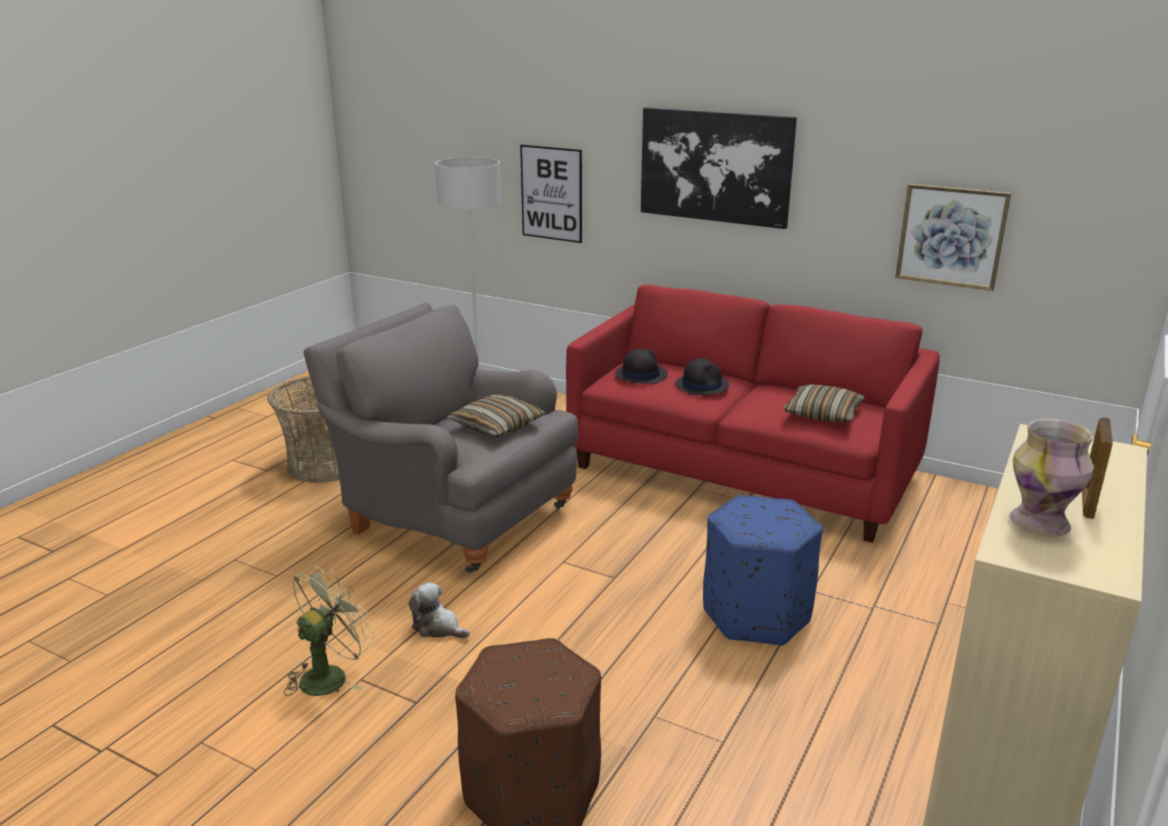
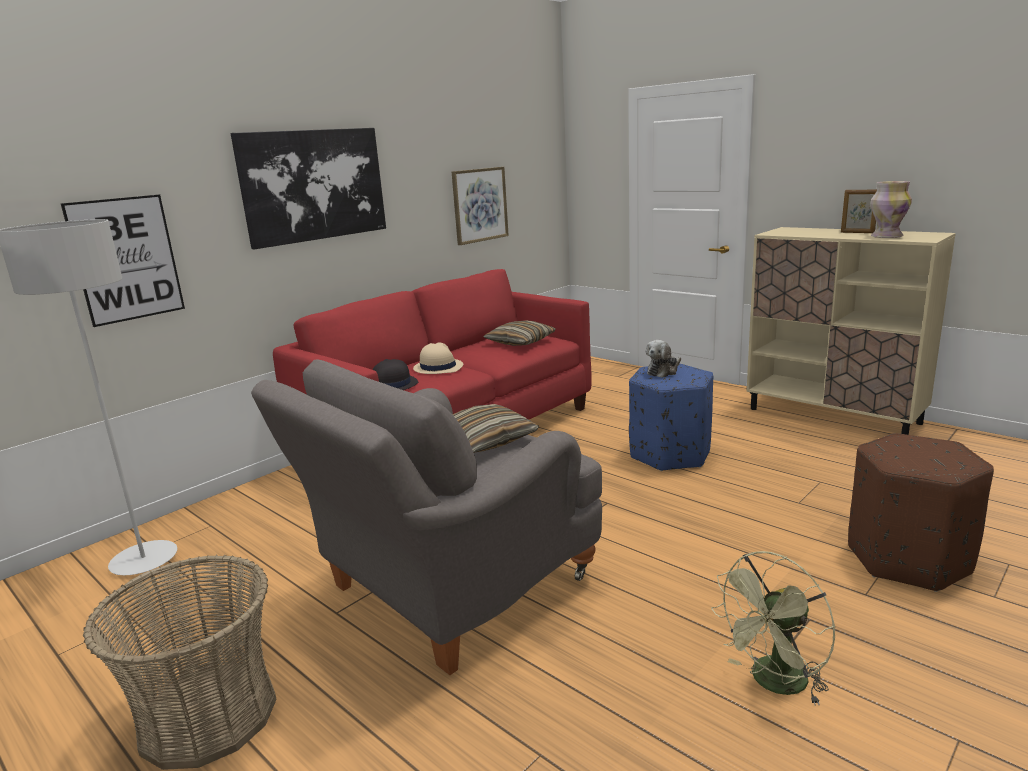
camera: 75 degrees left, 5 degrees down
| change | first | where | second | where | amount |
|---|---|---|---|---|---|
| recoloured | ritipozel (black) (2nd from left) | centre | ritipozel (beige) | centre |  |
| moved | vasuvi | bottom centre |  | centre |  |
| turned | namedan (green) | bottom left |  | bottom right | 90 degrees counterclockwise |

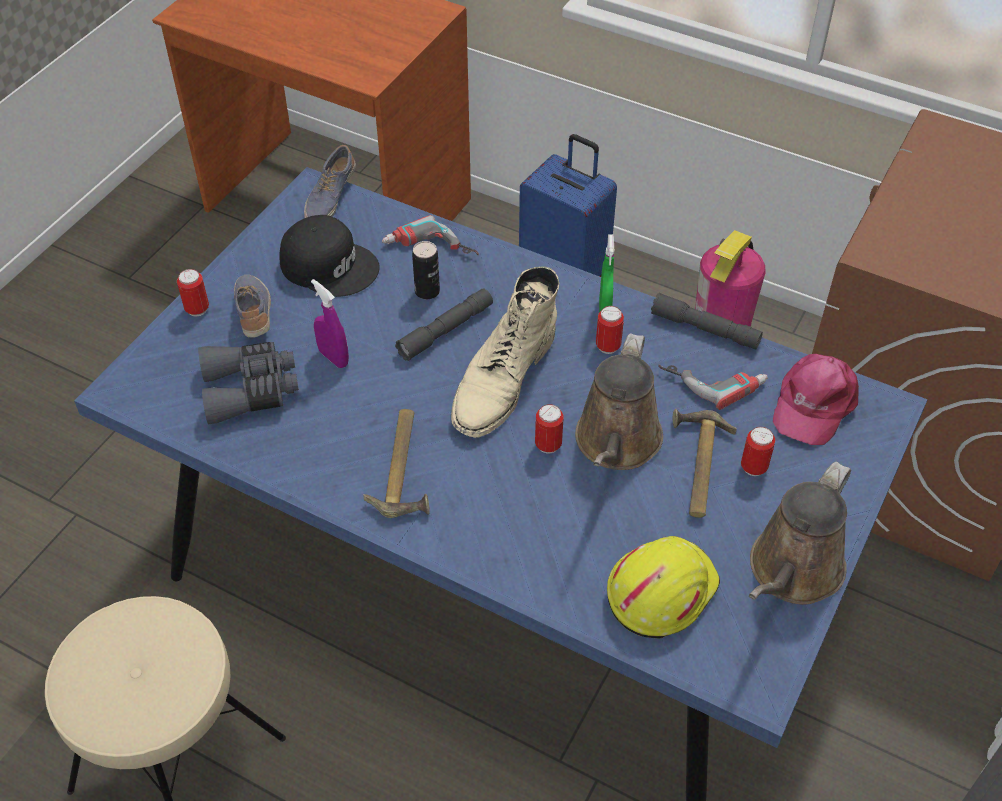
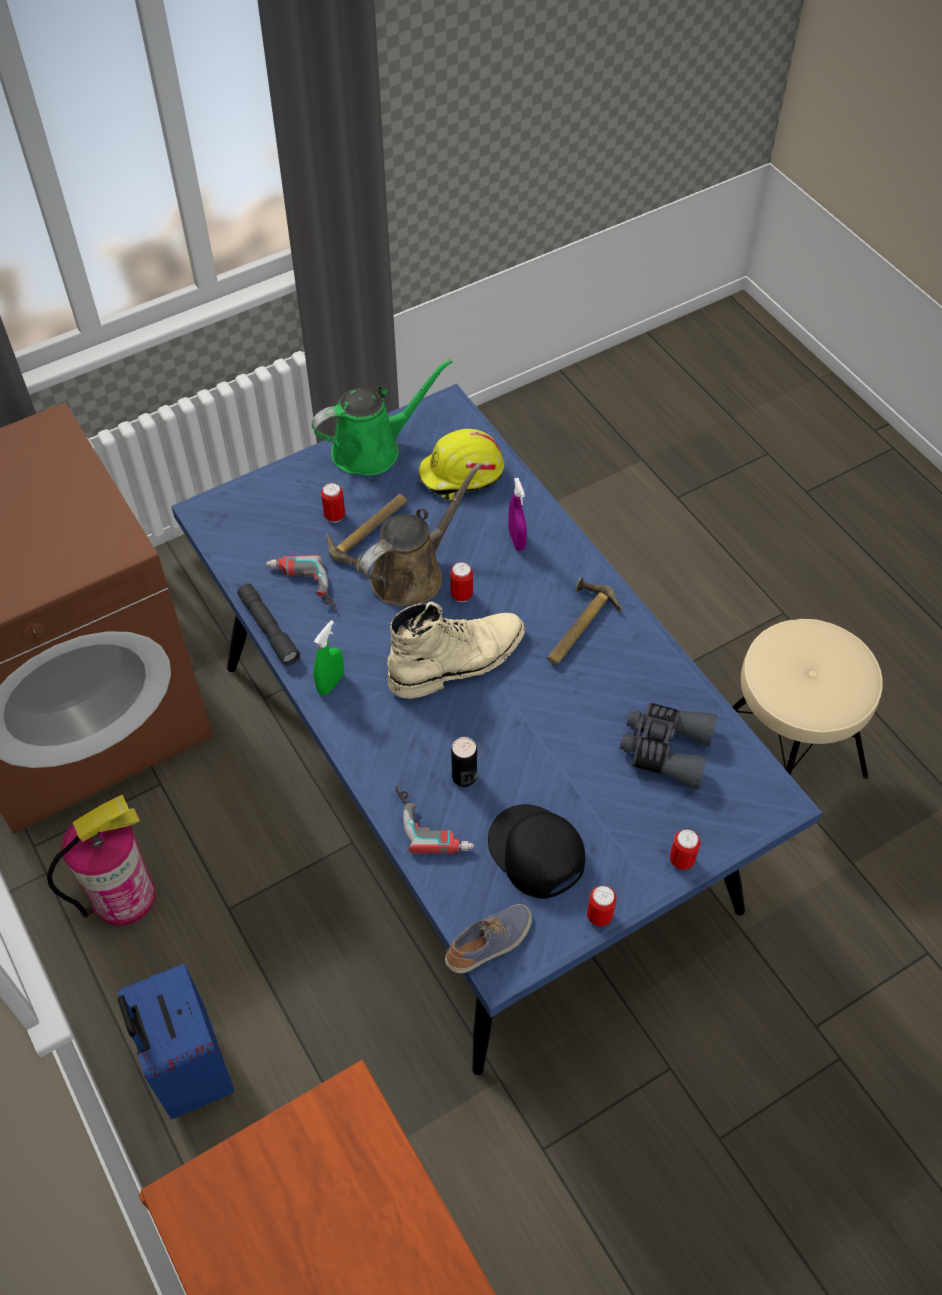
camera: 150 degrees left, 5 degrees up
| change | first | where | second | where | amount |
|---|---|---|---|---|---|
| recoloured | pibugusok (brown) (2nd from left) | middle right | pibugusok (green) | top centre |  |
| moved | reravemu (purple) | middle left |  | centre |  |
| moved | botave (4th from left) | centre |  | bottom centre |  |
| removed | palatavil (1st from left) | middle left |  |  |  |
| removed | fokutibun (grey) (1st from left) | centre |  |  |  |
| removed | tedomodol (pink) | middle right |  |  |  |

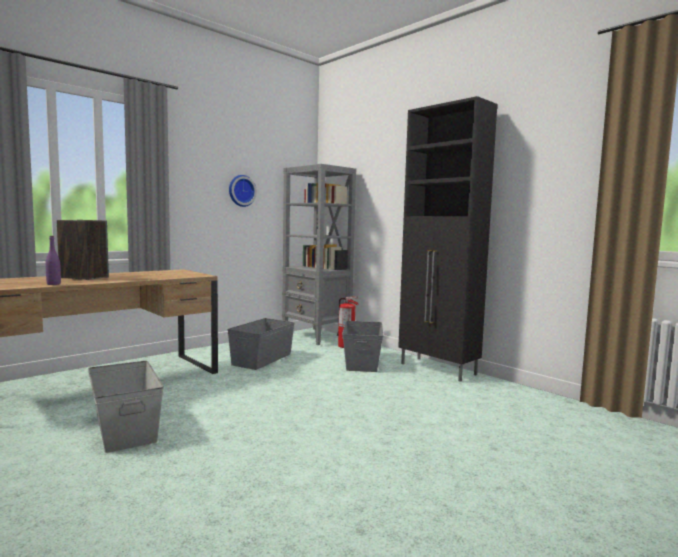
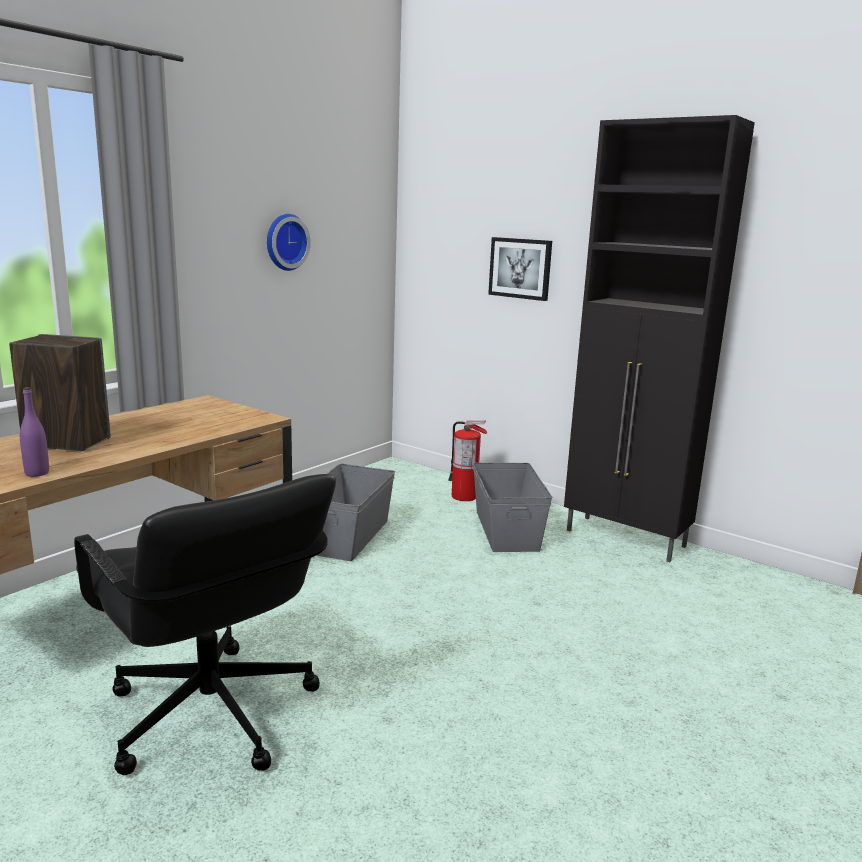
camera: 10 degrees left, 10 degrees up
| change | first | where | second | where | amount |
|---|---|---|---|---|---|
| replaced | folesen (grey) (1st from left) | bottom left | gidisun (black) | bottom left |  |
| added |  |  | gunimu | top centre |  |
| removed | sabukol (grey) | centre |  |  |  |

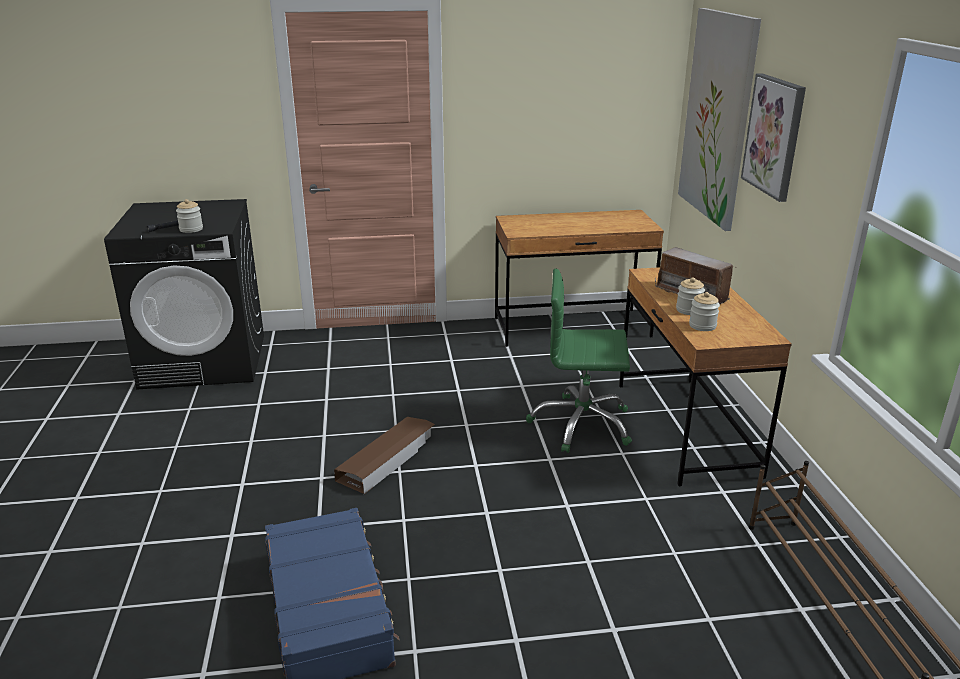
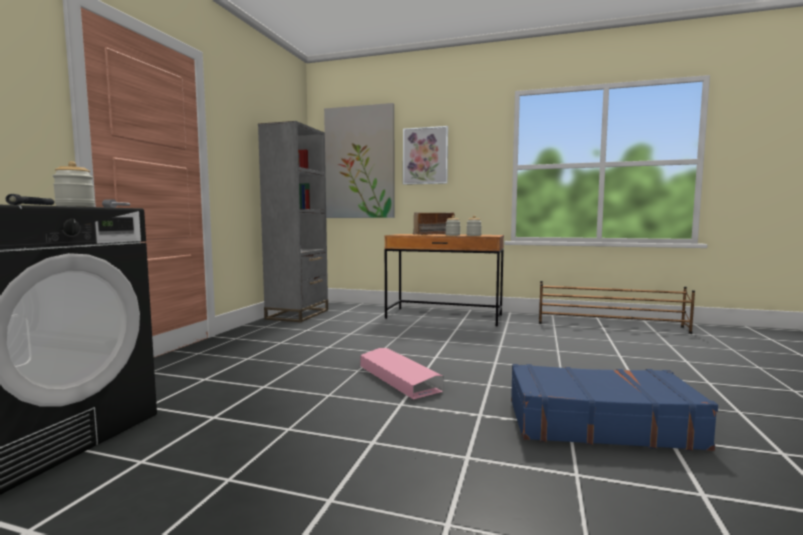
camera: 65 degrees left, 20 degrees down
| change | first | where | second | where | amount |
|---|---|---|---|---|---|
| replaced | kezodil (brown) (1st from left) | centre | sabukol (grey) | centre |  |
| recoloured | folesen (brown) | bottom centre | folesen (pink) | bottom centre |  |
| removed | gidisun (green) | centre |  |  |  |

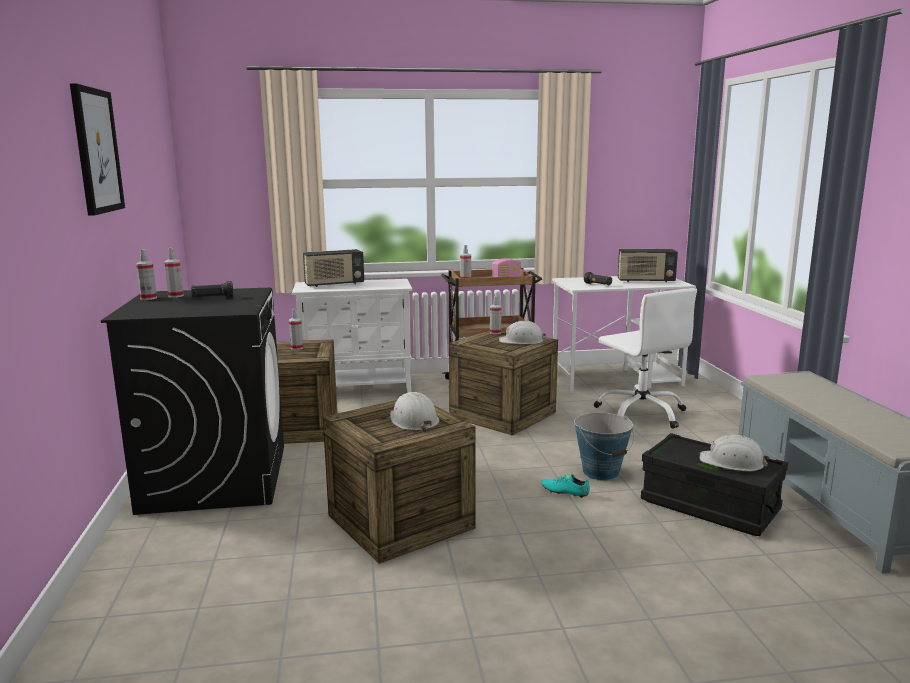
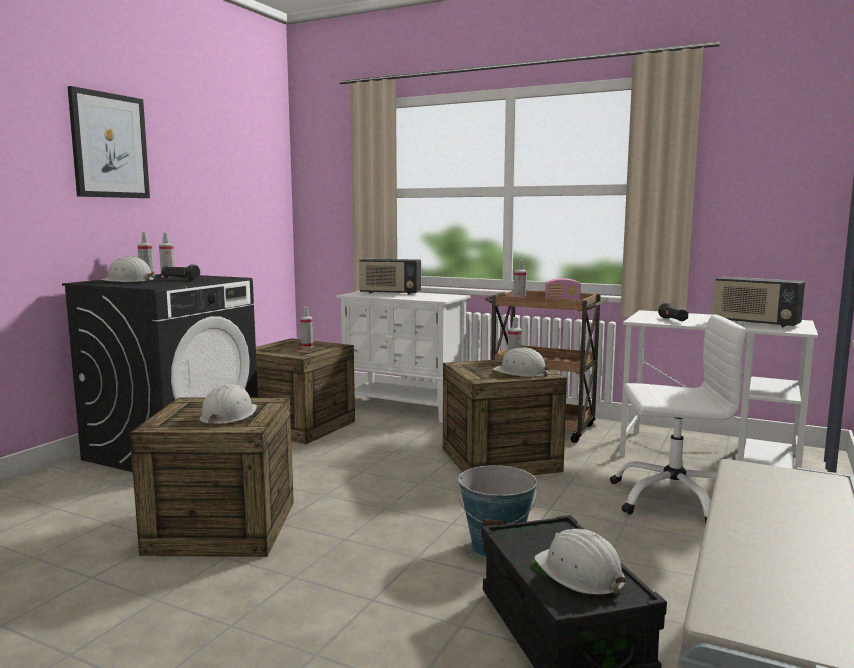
camera: 35 degrees right, 5 degrees down
| change | first | where | second | where | amount |
|---|---|---|---|---|---|
| added |  |  | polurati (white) (1st from left) | middle left |  |
| turned | gidisun (white) | middle right |  | middle right | 90 degrees counterclockwise |
| removed | palatavil (turquoise) | bottom centre |  |  |  |

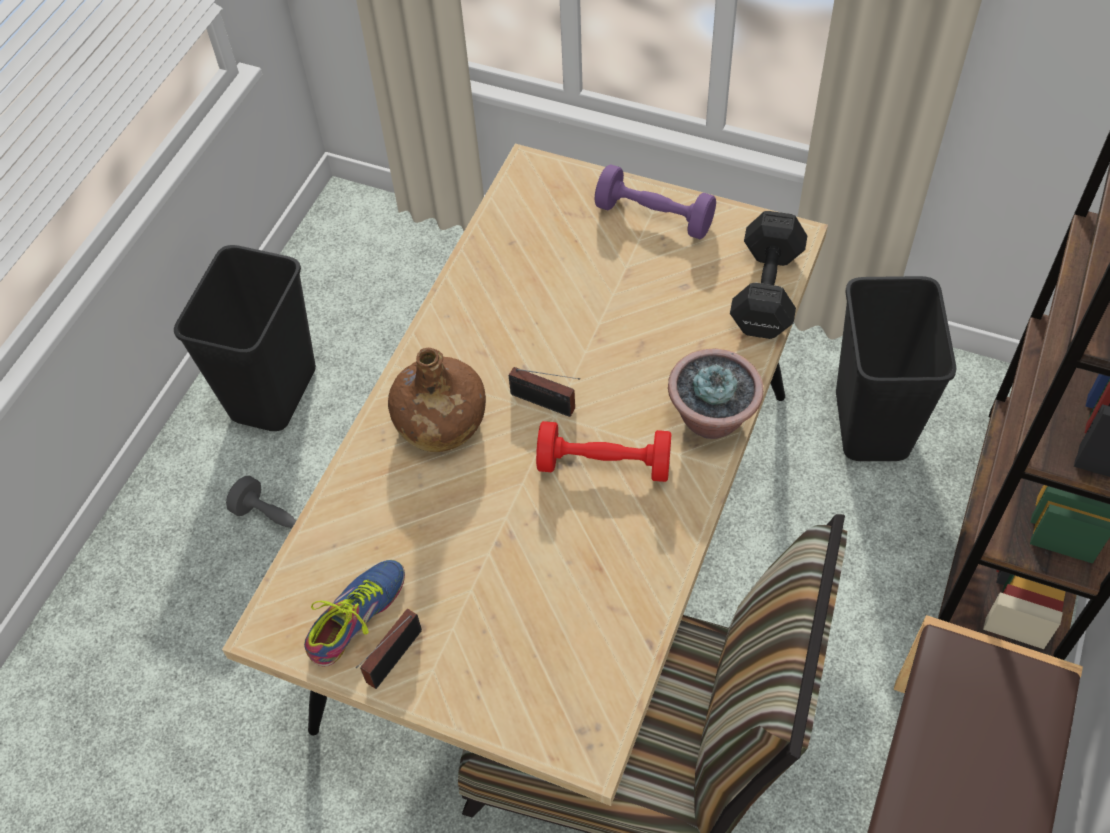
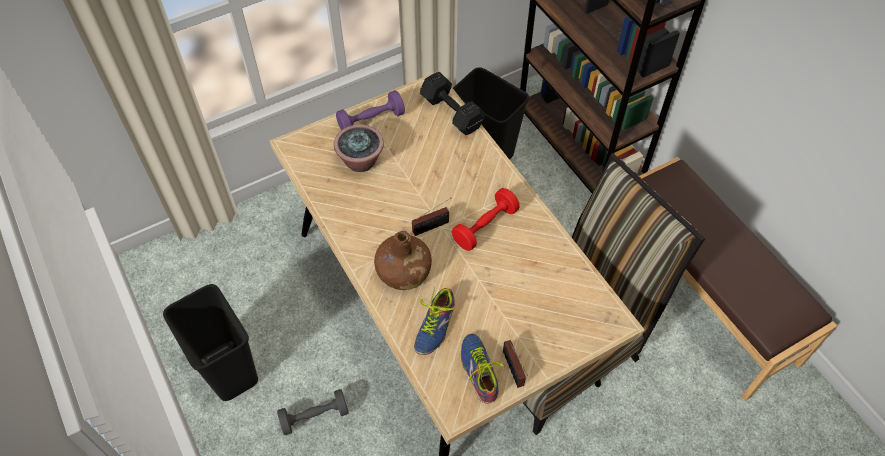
camera: 55 degrees left, 0 degrees up
| change | first | where | second | where | amount |
|---|---|---|---|---|---|
| moved | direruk | centre |  | top centre |  |
| added |  |  | palatavil (1st from left) | bottom centre |  |

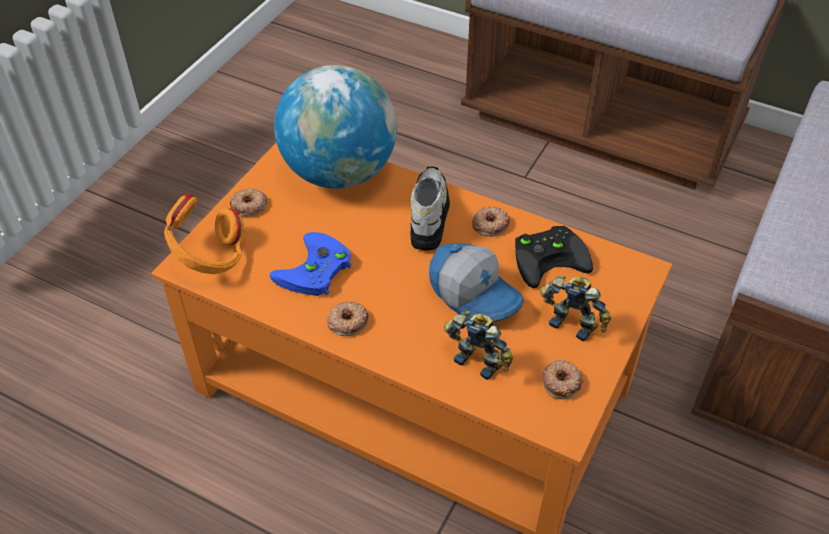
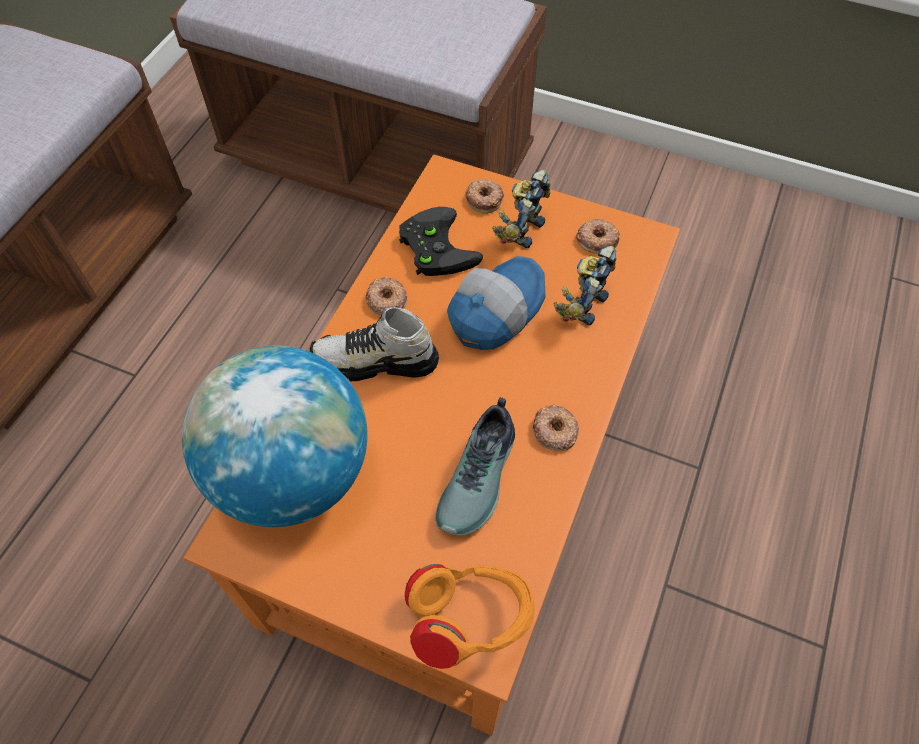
camera: 95 degrees left, 10 degrees up
| change | first | where | second | where | amount |
|---|---|---|---|---|---|
| replaced | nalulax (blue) | centre | palatavil (2nd from left) | centre |  |
| moved | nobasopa (1st from left in the first image) | middle left | nobasopa (2nd from left) | top centre |  |

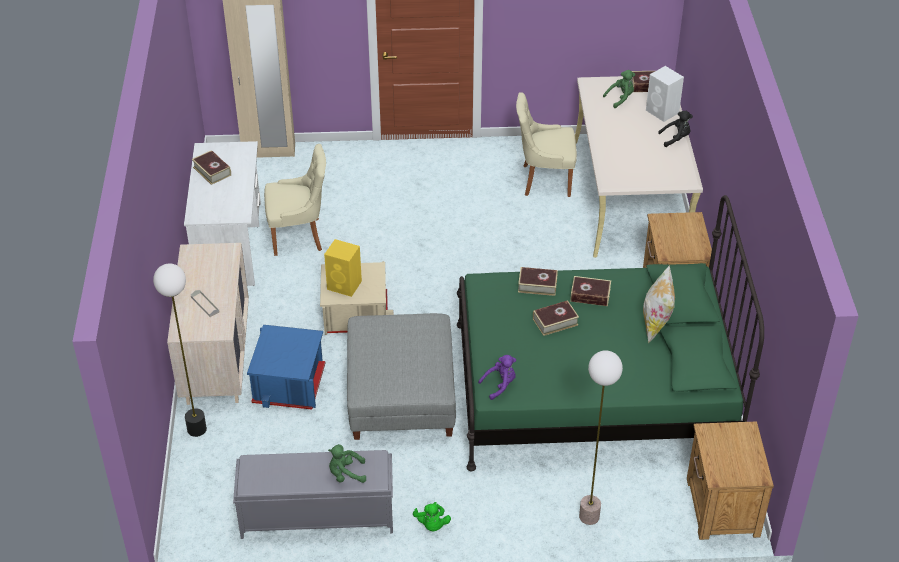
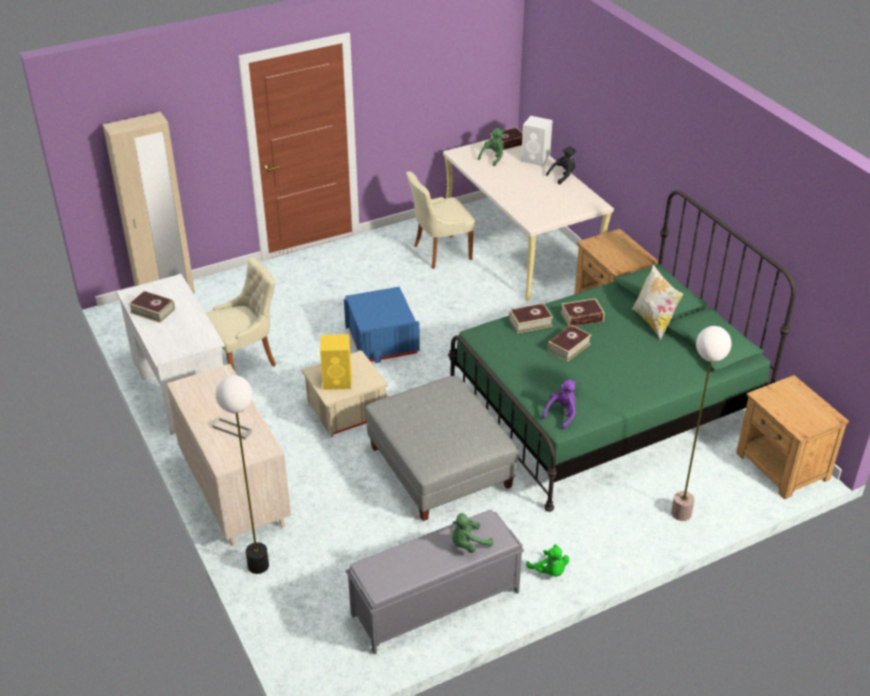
camera: 25 degrees left, 5 degrees down
| change | first | where | second | where | amount |
|---|---|---|---|---|---|
| moved | folesen (blue) | middle left |  | centre |  |

